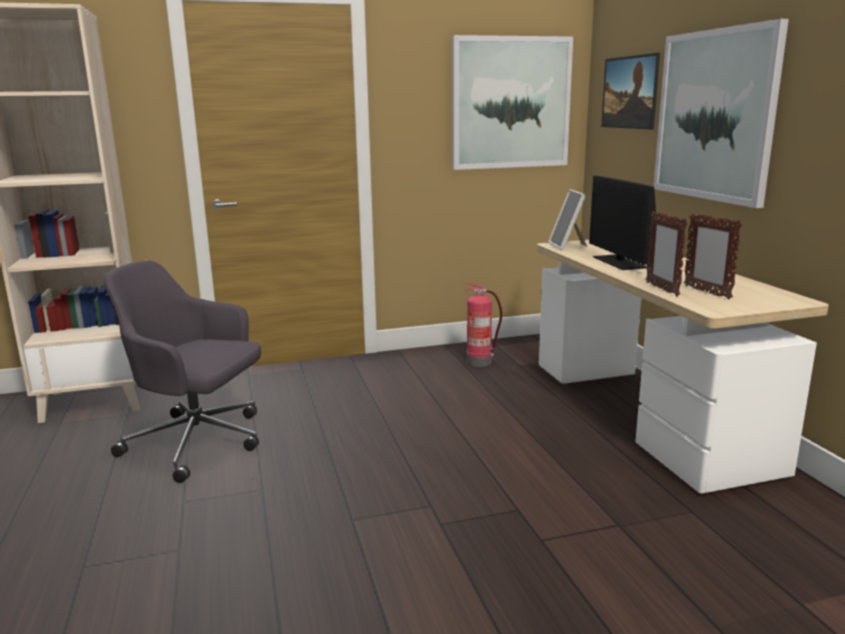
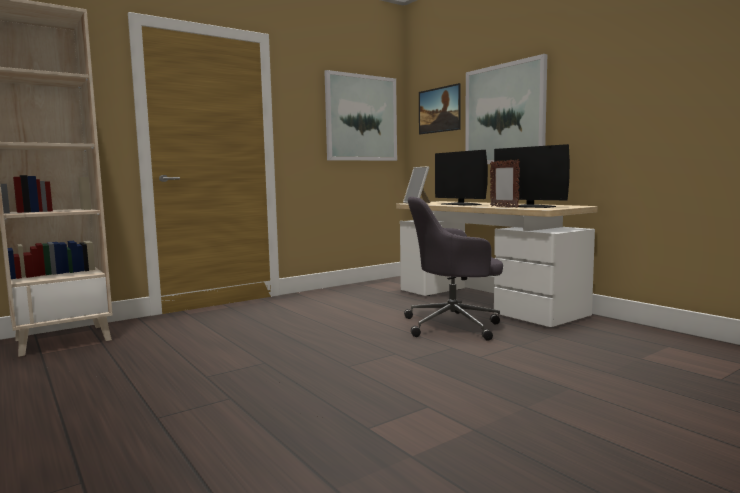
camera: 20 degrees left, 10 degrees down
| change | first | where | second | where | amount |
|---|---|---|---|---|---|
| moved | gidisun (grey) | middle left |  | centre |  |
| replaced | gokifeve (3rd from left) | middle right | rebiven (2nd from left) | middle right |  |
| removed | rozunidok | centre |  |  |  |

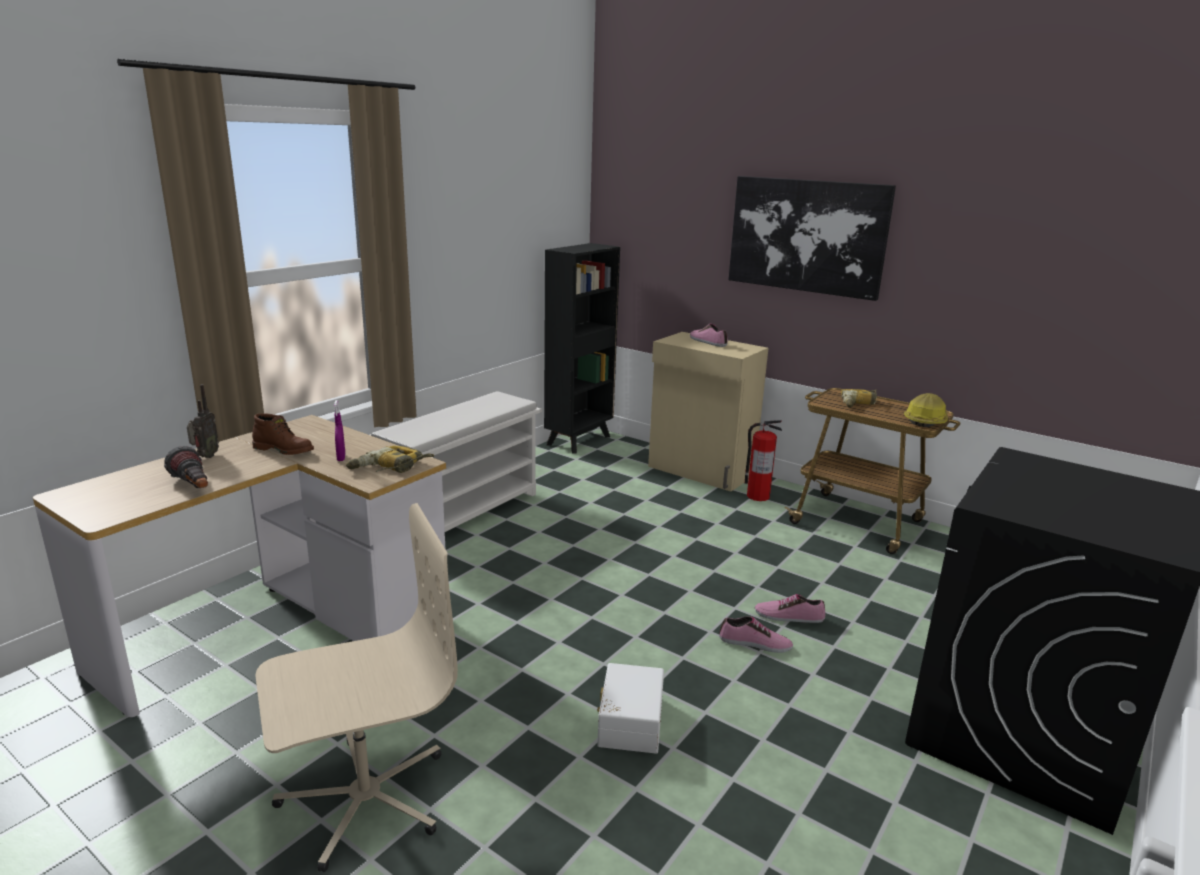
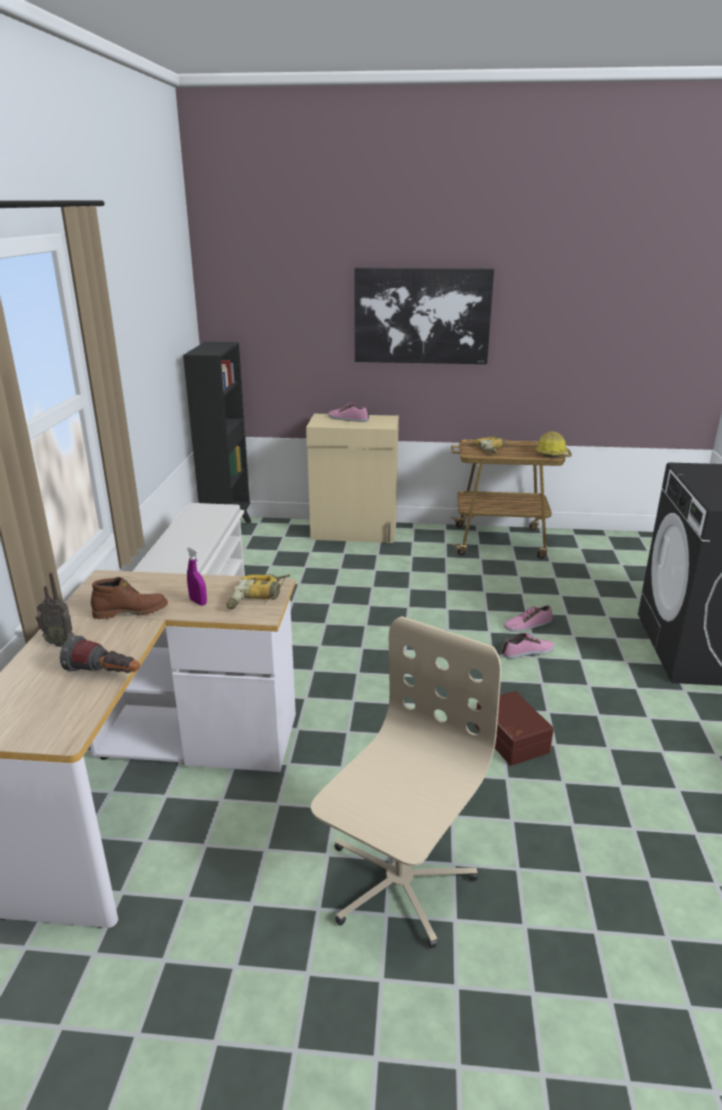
camera: 30 degrees left, 5 degrees up
| change | first | where | second | where | amount |
|---|---|---|---|---|---|
| turned | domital | middle left |  | middle left | 120 degrees clockwise |
| recoloured | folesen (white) | bottom centre | folesen (brown) | middle right |  |
| removed | rozunidok | centre |  |  |  |

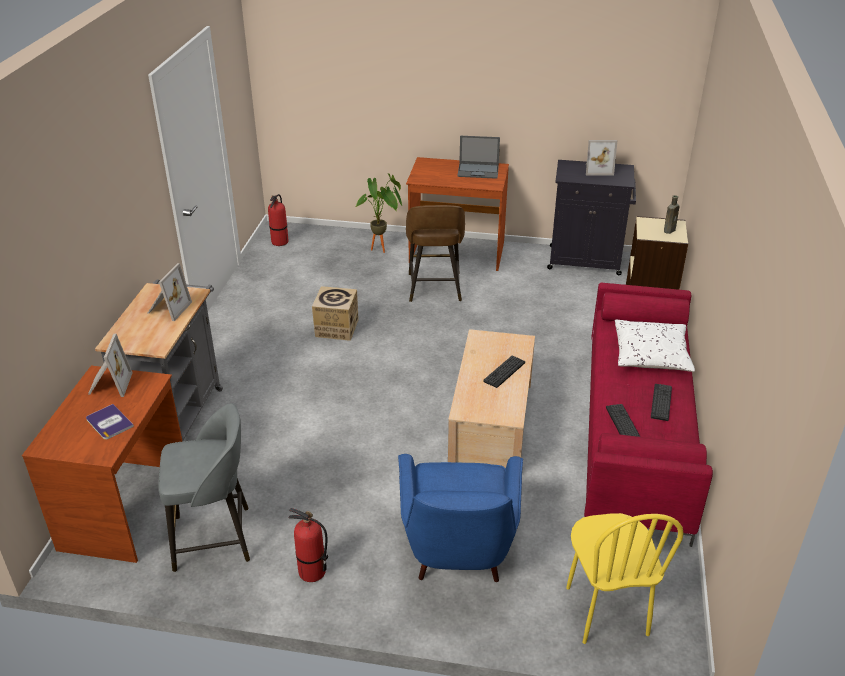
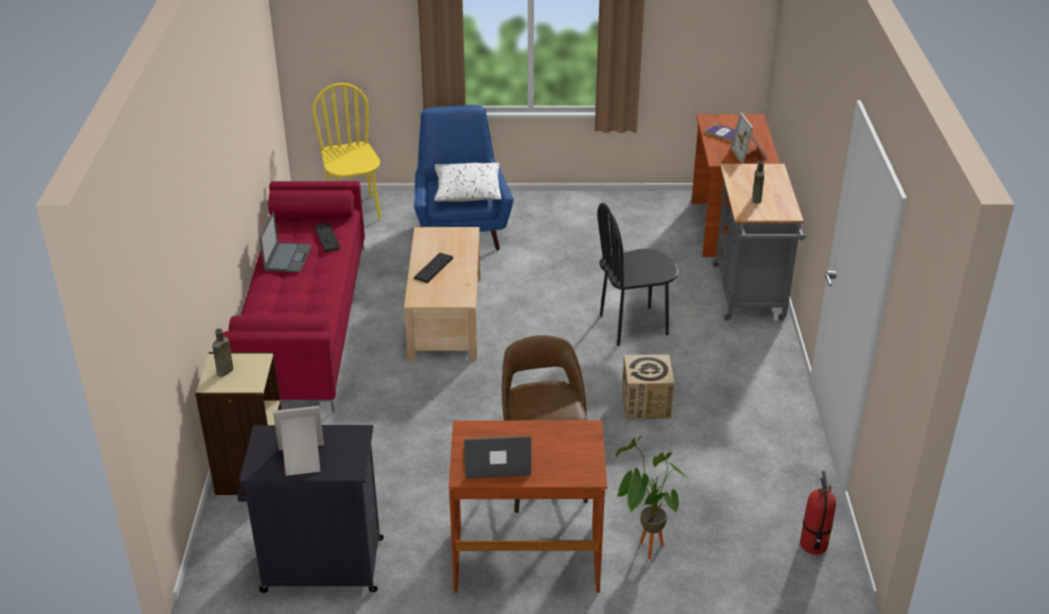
camera: 170 degrees right, 0 degrees up
| change | first | where | second | where | amount |
|---|---|---|---|---|---|
| replaced | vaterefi (3rd from left) | middle right | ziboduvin (1st from left) | middle left |  |
| moved | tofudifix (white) | middle right |  | top centre |  |
| added |  |  | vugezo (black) | centre |  |
| replaced | gokifeve (2nd from left) | middle left | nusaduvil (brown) (2nd from left) | top right |  |
| removed | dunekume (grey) | bottom left |  |  |  |
| removed | rozunidok (2nd from left) | bottom centre |  |  |  |

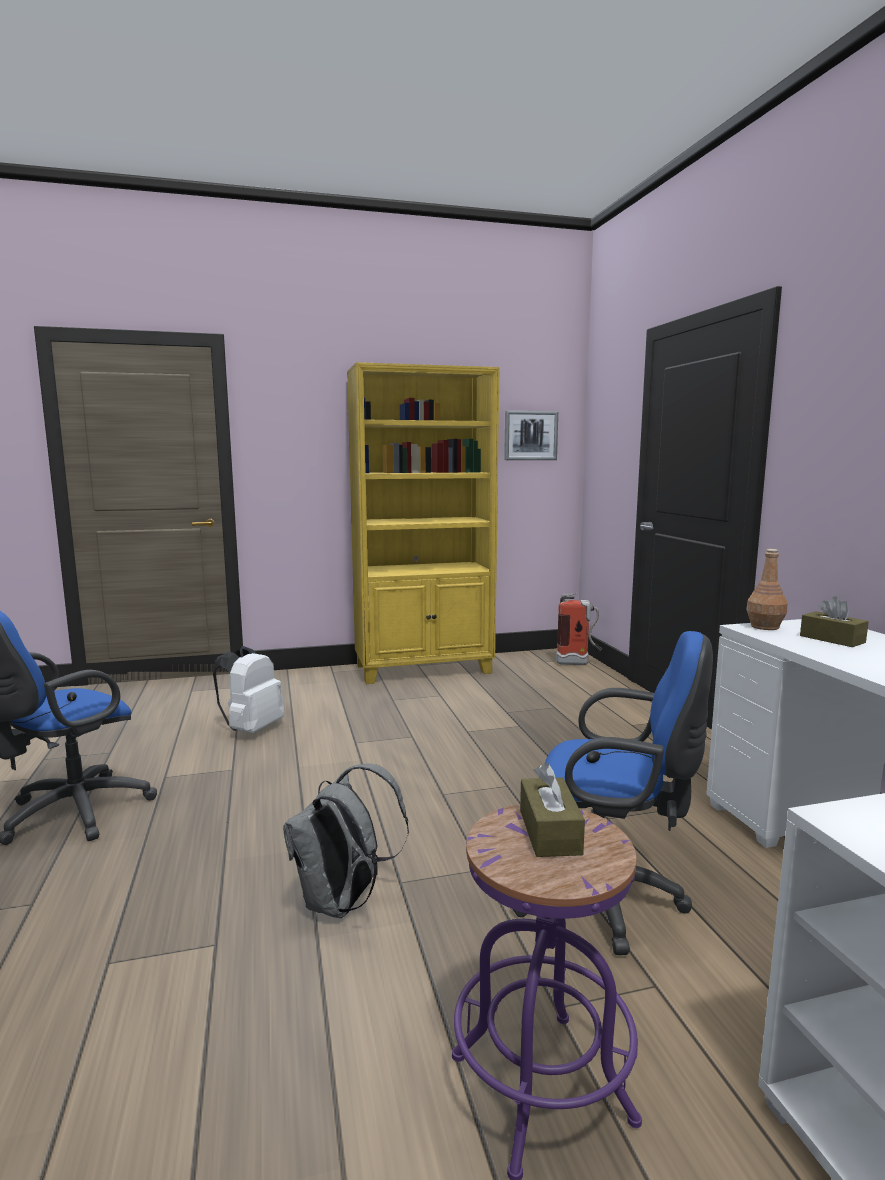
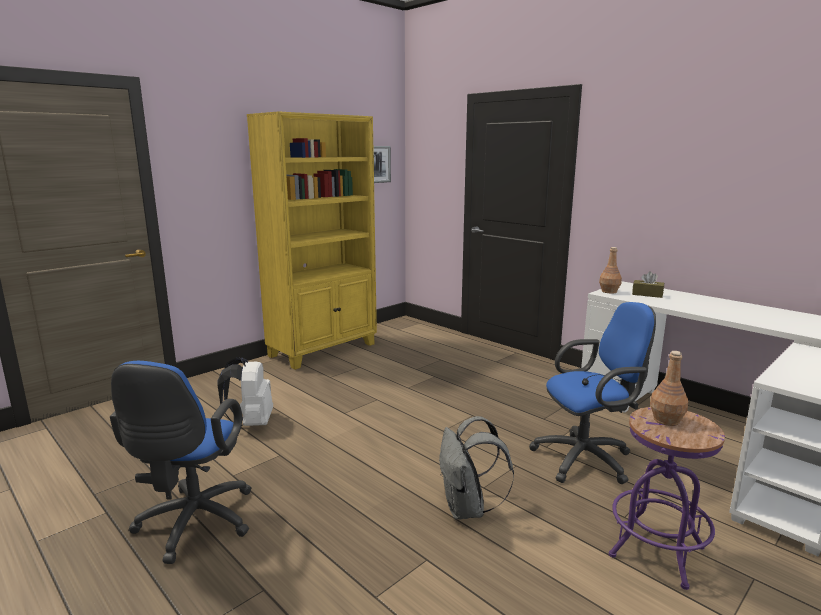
camera: 30 degrees left, 5 degrees up
| change | first | where | second | where | amount |
|---|---|---|---|---|---|
| replaced | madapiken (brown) (1st from left) | bottom centre | nusaduvil (brown) (2nd from left) | middle right |  |
| removed | rozunidok | centre |  |  |  |

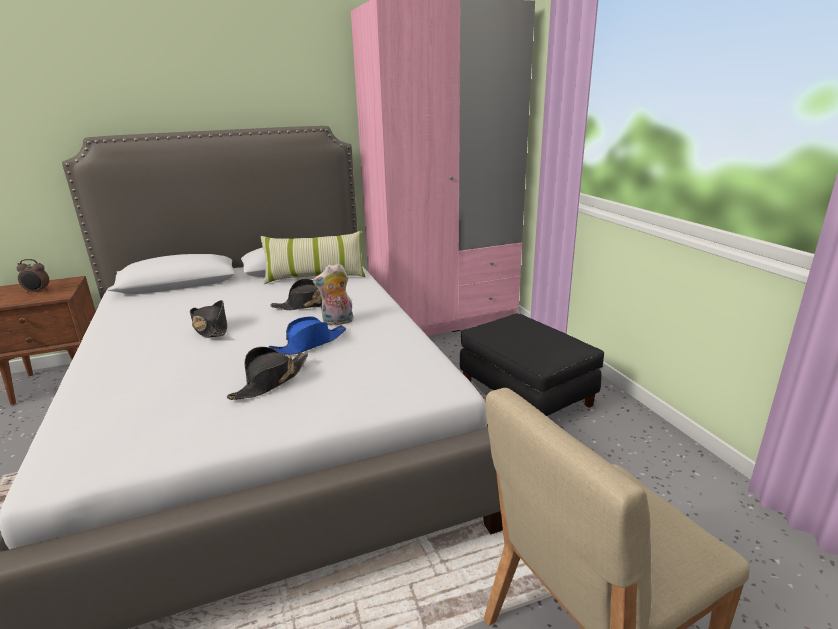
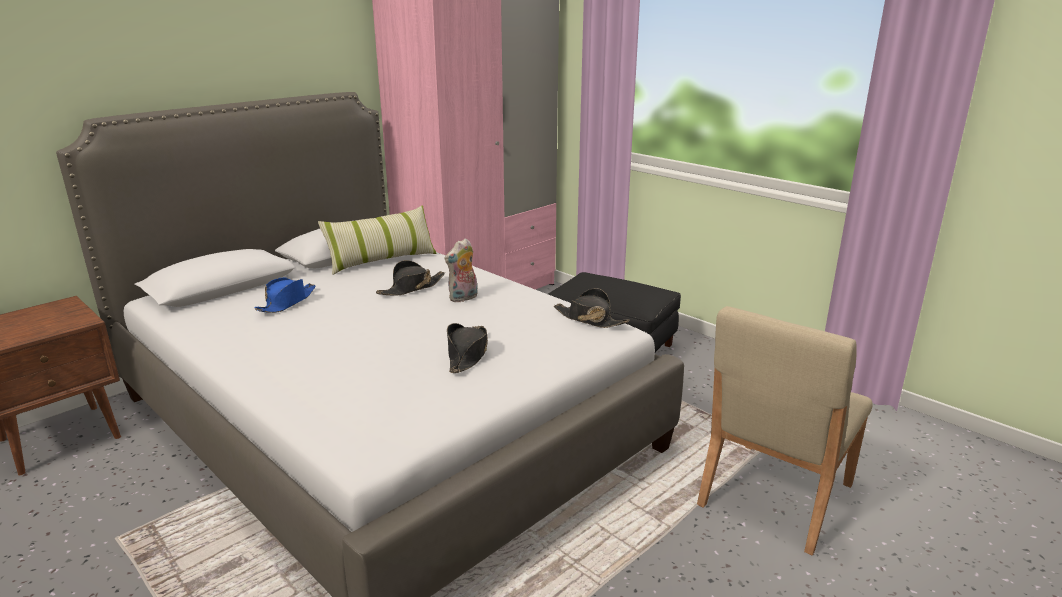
camera: 25 degrees left, 0 degrees up
| change | first | where | second | where | amount |
|---|---|---|---|---|---|
| moved | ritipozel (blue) | centre |  | middle left |  |
| moved | ritipozel (black) (1st from left in the first image) | middle left | ritipozel (black) (3rd from left) | centre |  |
| removed | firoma | middle left |  |  |  |

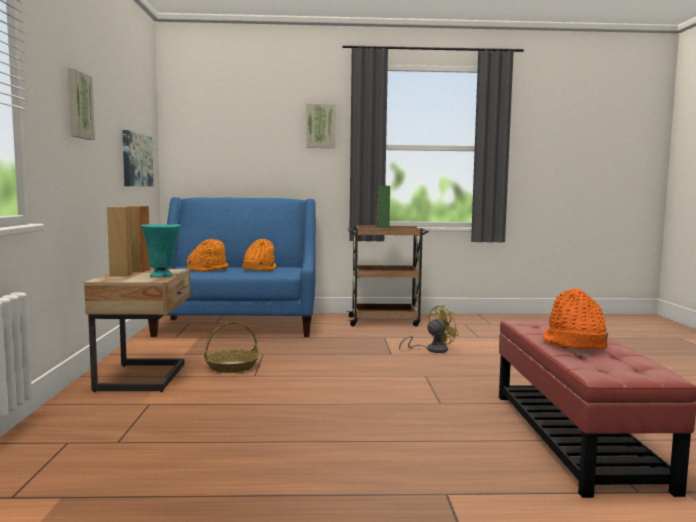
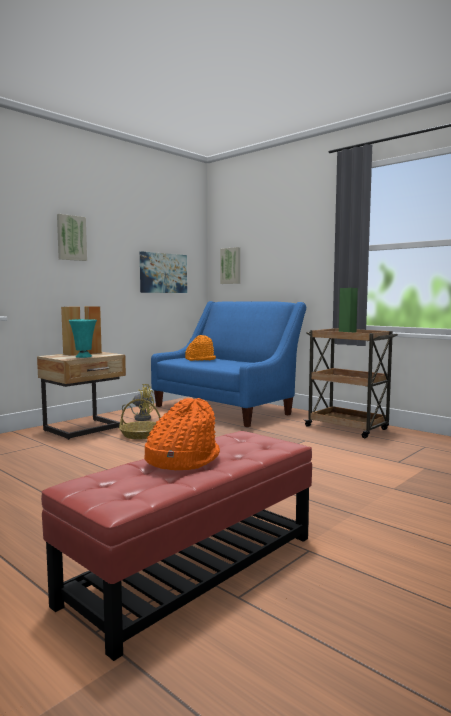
camera: 45 degrees right, 0 degrees up
| change | first | where | second | where | amount |
|---|---|---|---|---|---|
| moved | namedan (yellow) | centre |  | middle left |  |
| moved | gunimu (3rd from left) | top centre |  | centre |  |
| removed | ritipozel (orange) (2nd from left) | centre |  |  |  |

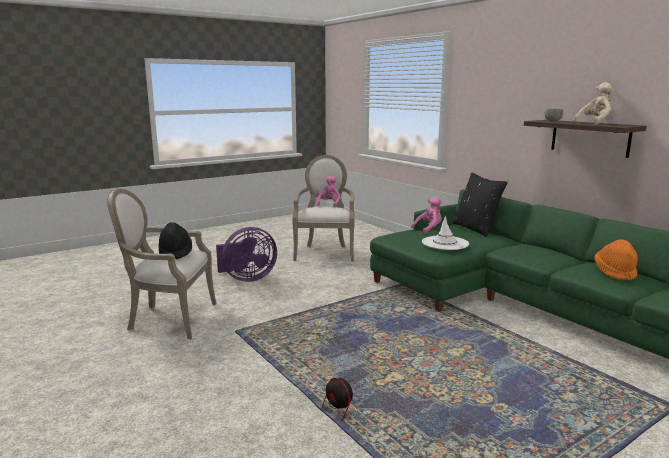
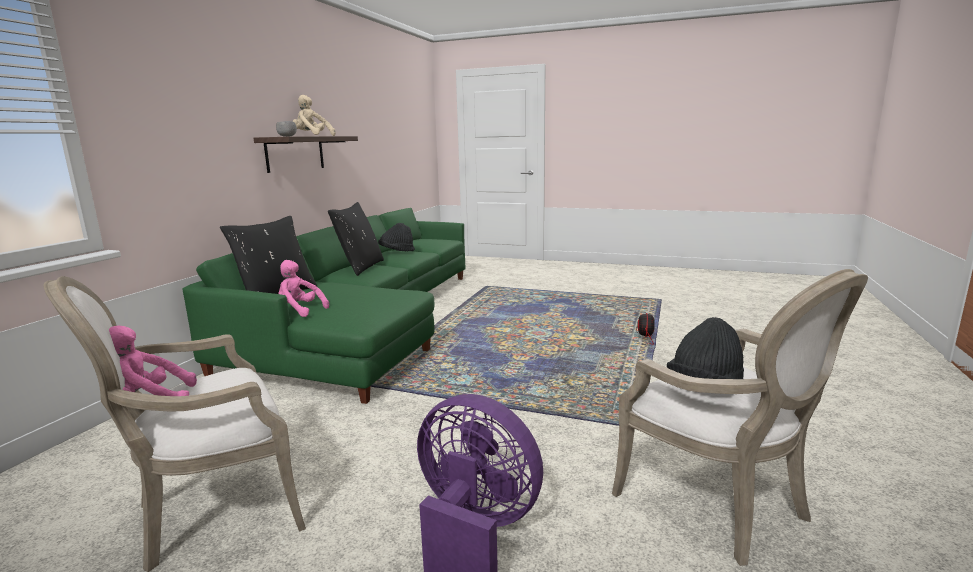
camera: 125 degrees left, 0 degrees up
| change | first | where | second | where | amount |
|---|---|---|---|---|---|
| added |  |  | tofudifix (black) (2nd from left) | centre |  |
| recoloured | ritipozel (orange) | middle right | ritipozel (black) (1st from left) | centre |  |
| removed | ritipozel (white) | centre |  |  |  |

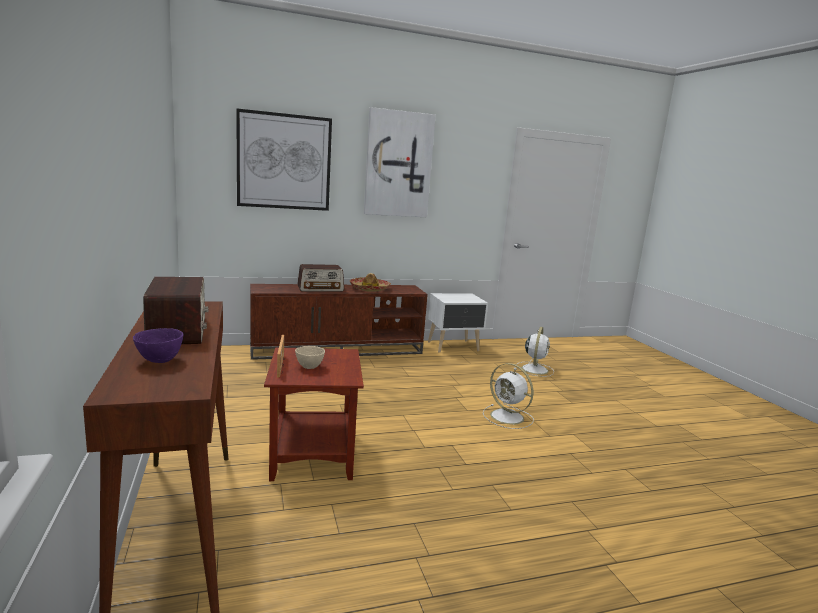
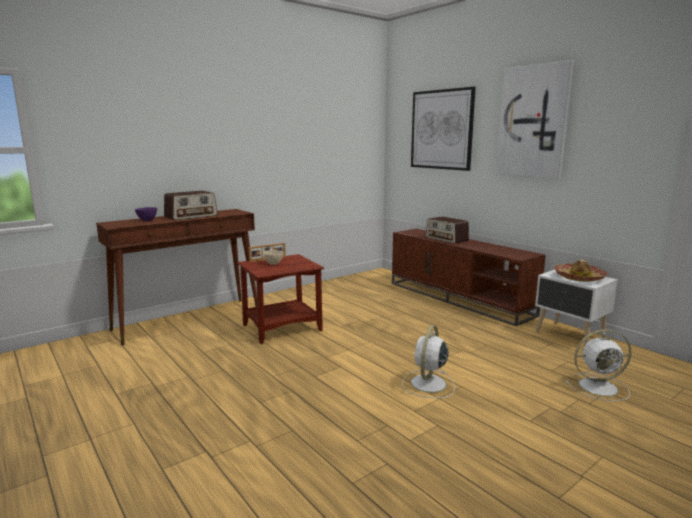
camera: 70 degrees right, 0 degrees up
| change | first | where | second | where | amount |
|---|---|---|---|---|---|
| moved | ritipozel | centre |  | middle right |  |

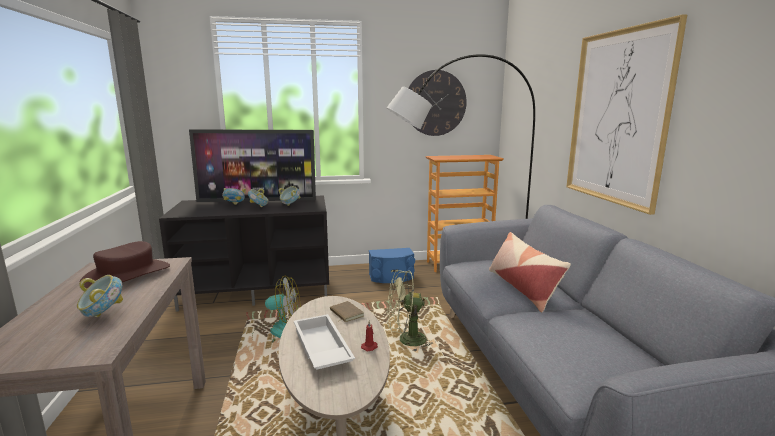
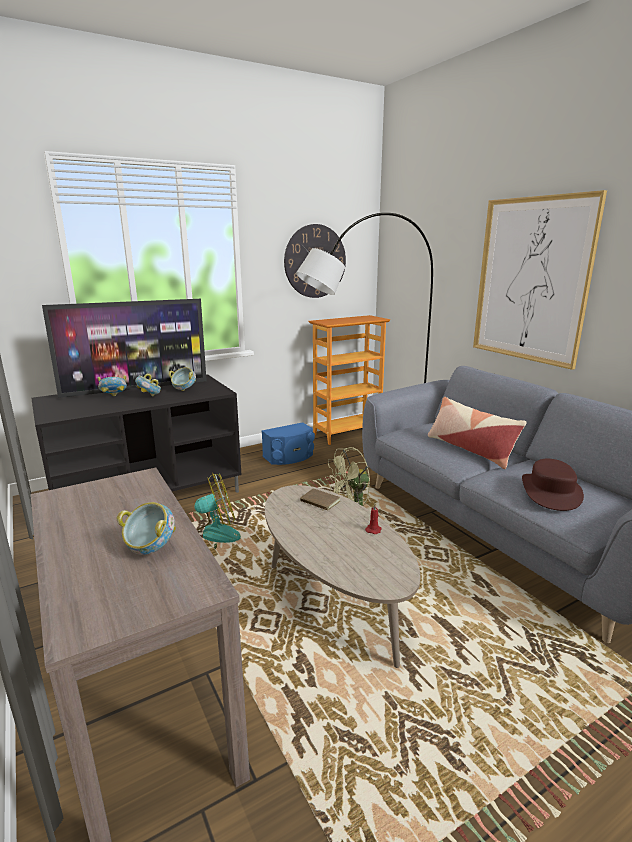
camera: 20 degrees left, 5 degrees up
| change | first | where | second | where | amount |
|---|---|---|---|---|---|
| moved | ritipozel (brown) | middle left |  | middle right |  |
| removed | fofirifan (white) | bottom centre |  |  |  |

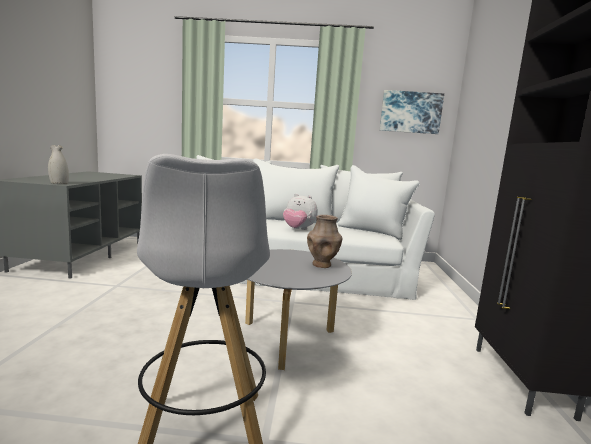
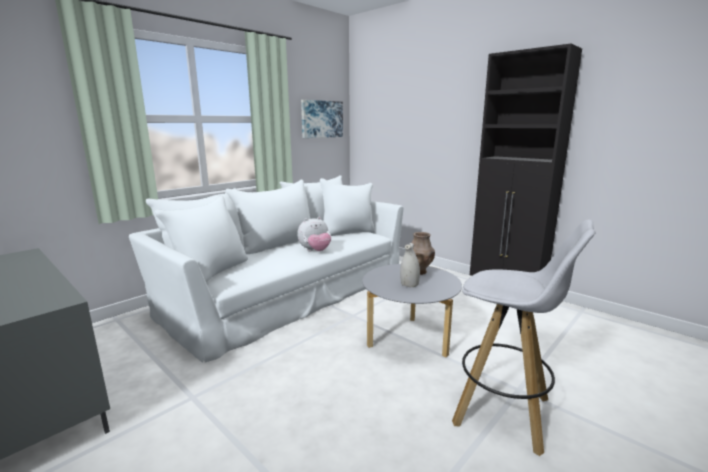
camera: 50 degrees left, 5 degrees up
| change | first | where | second | where | amount |
|---|---|---|---|---|---|
| moved | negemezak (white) | middle left |  | centre |  |

